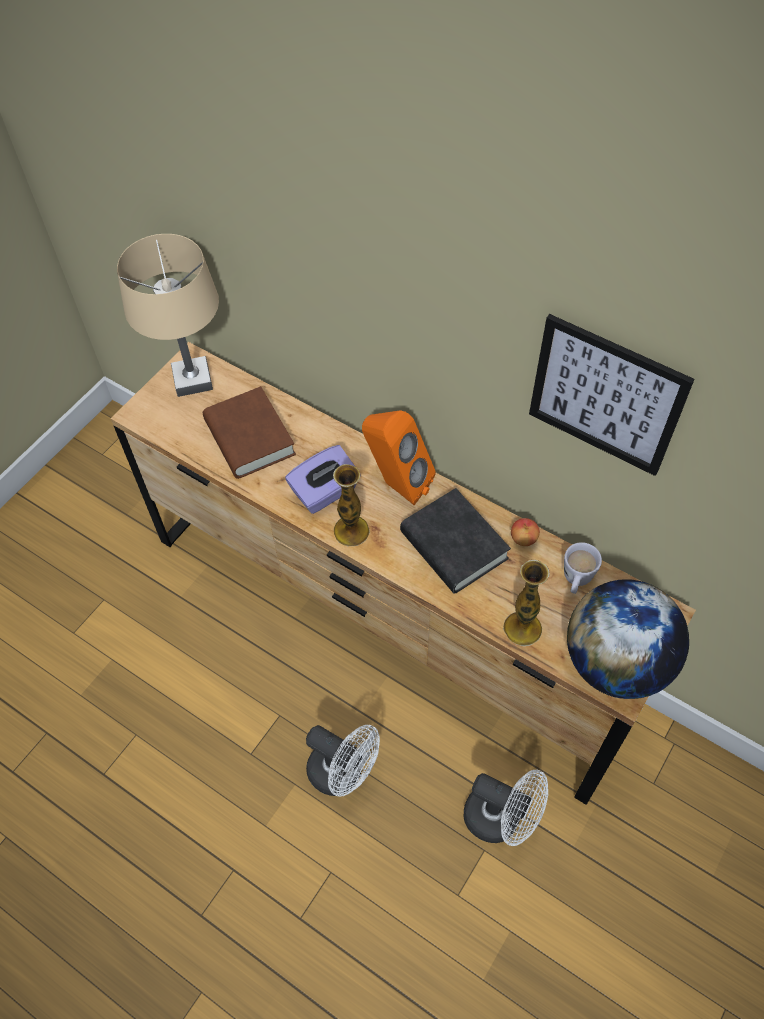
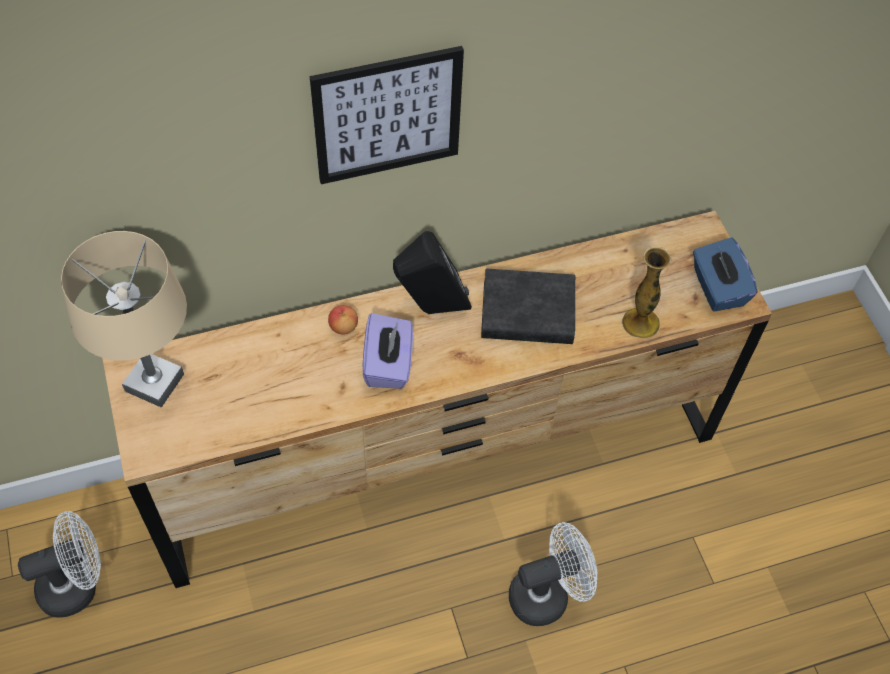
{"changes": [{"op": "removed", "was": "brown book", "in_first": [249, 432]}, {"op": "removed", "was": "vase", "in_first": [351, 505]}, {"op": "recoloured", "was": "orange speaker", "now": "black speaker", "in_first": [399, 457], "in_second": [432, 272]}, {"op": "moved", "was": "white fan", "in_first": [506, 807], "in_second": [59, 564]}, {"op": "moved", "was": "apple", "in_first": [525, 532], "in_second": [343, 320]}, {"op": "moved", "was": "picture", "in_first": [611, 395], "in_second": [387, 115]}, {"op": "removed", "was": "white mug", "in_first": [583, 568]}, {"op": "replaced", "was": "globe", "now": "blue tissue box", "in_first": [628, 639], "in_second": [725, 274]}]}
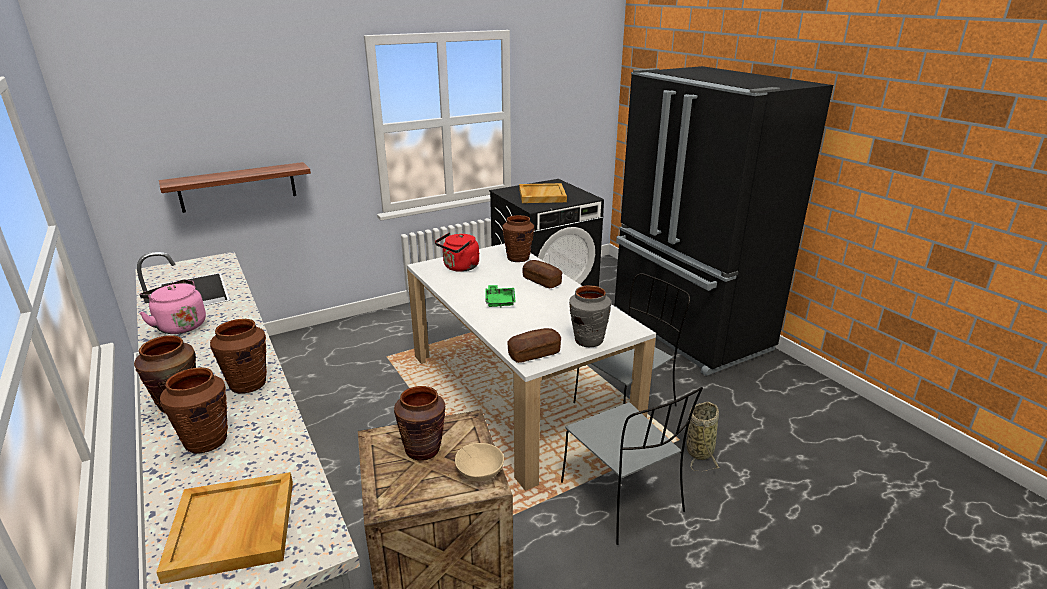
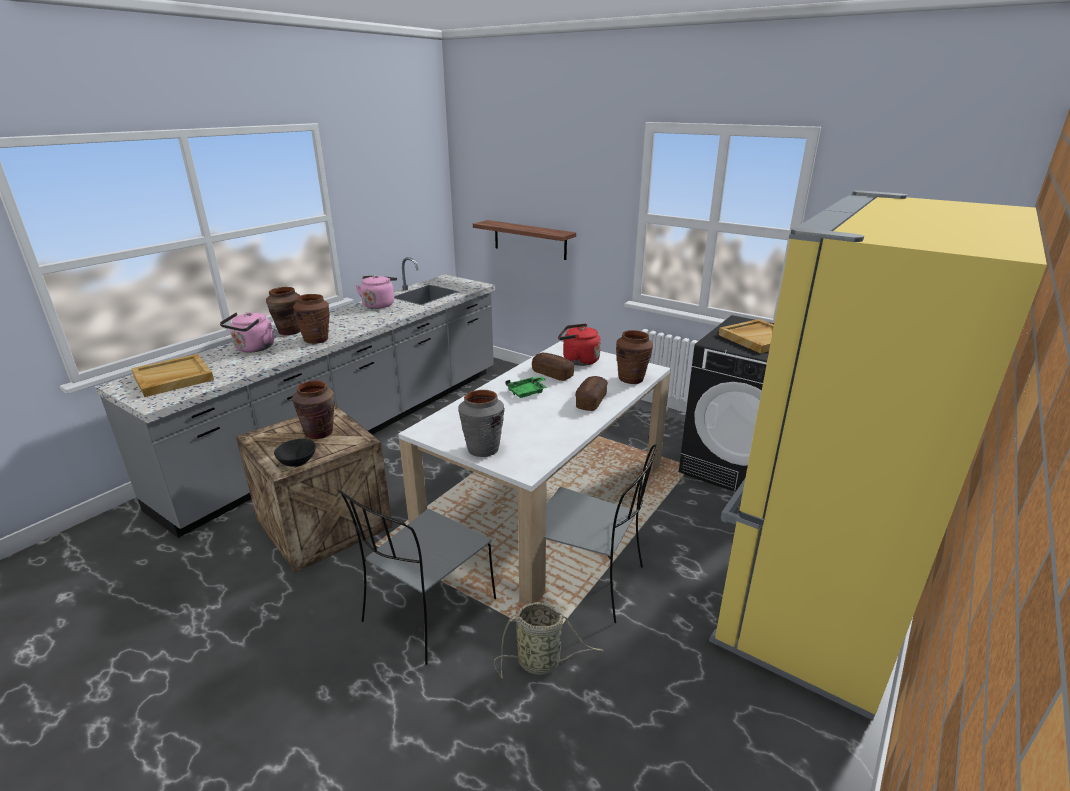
{"changes": [{"op": "replaced", "was": "brown vase", "now": "pink kettle", "in_first": [194, 410], "in_second": [247, 332]}, {"op": "recoloured", "was": "beige bowl", "now": "black bowl", "in_first": [479, 462], "in_second": [295, 453]}, {"op": "moved", "was": "bread", "in_first": [534, 345], "in_second": [553, 367]}, {"op": "recoloured", "was": "black fridge", "now": "yellow fridge", "in_first": [724, 221], "in_second": [878, 455]}]}
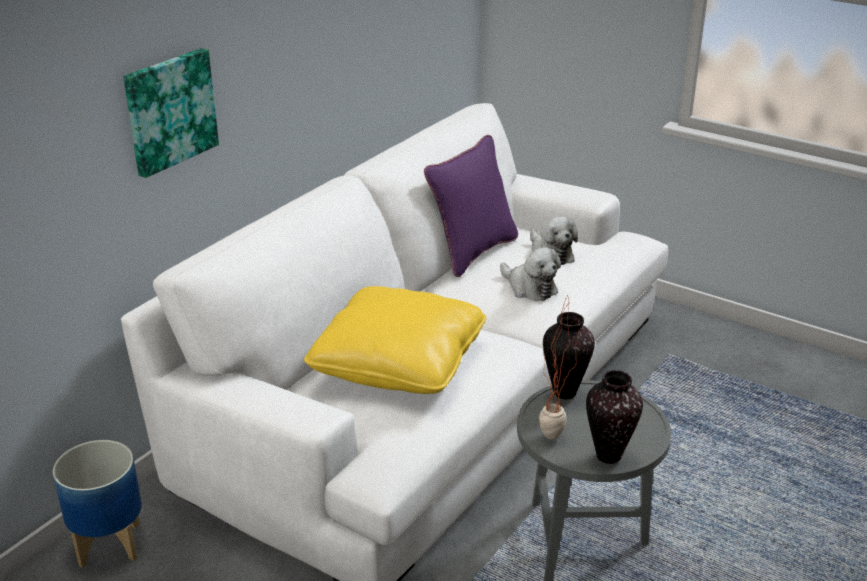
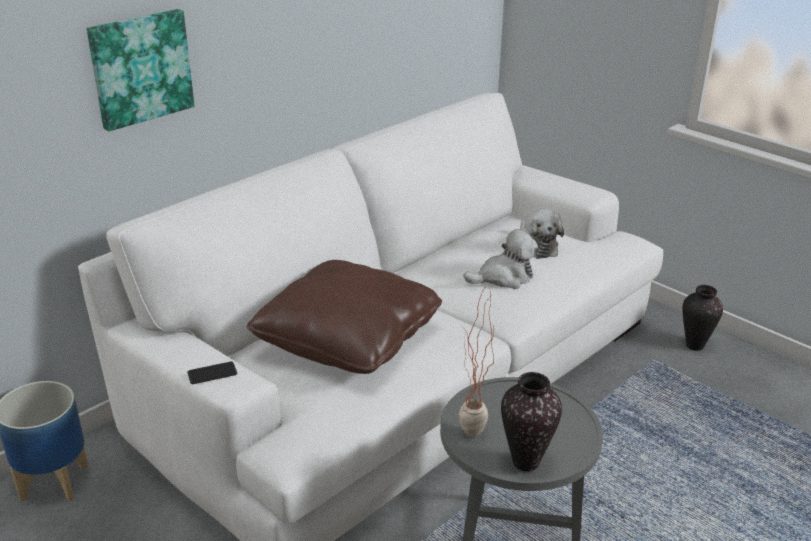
{"changes": [{"op": "recoloured", "was": "yellow pillow", "now": "brown pillow", "in_first": [395, 340], "in_second": [344, 317]}, {"op": "removed", "was": "purple pillow", "in_first": [471, 206]}, {"op": "turned", "was": "plush toy", "in_first": [530, 274], "in_second": [500, 259], "clockwise": -75}, {"op": "moved", "was": "vase", "in_first": [569, 355], "in_second": [702, 318]}, {"op": "added", "now": "phone", "in_second": [212, 373]}]}
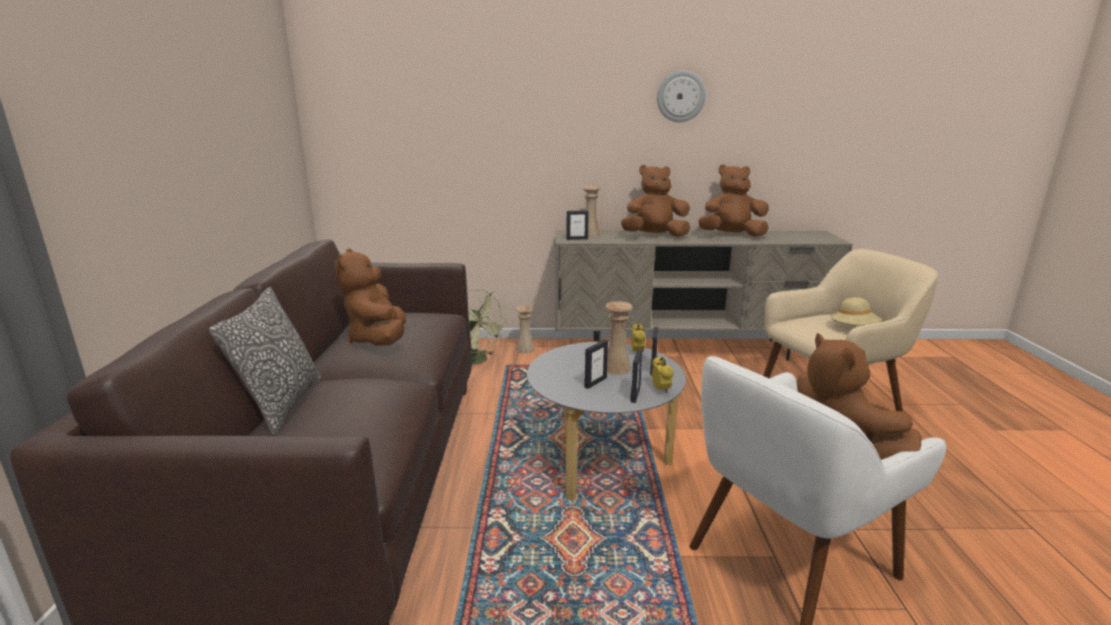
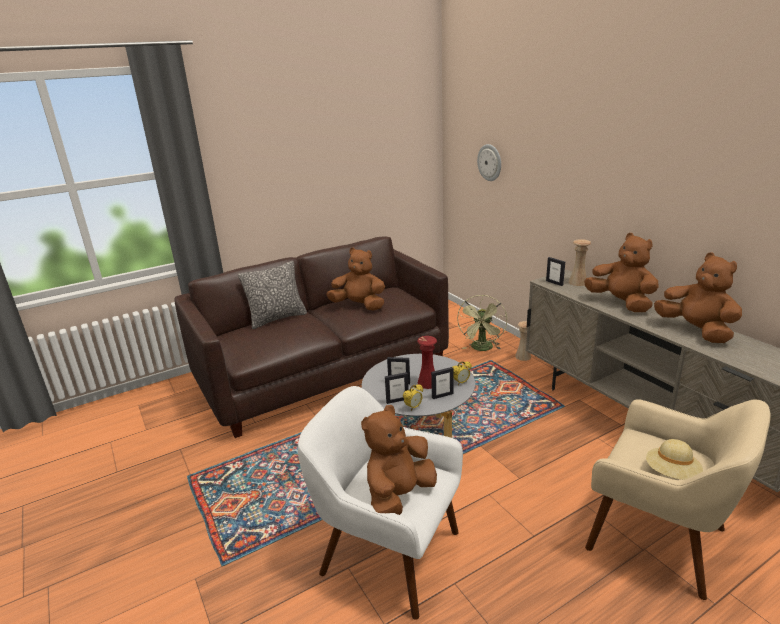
{"changes": [{"op": "turned", "was": "brown plush toy", "in_first": [370, 297], "in_second": [355, 278], "clockwise": 60}, {"op": "recoloured", "was": "beige vase", "now": "red vase", "in_first": [619, 338], "in_second": [427, 362]}, {"op": "moved", "was": "wall clock", "in_first": [681, 96], "in_second": [489, 162]}]}
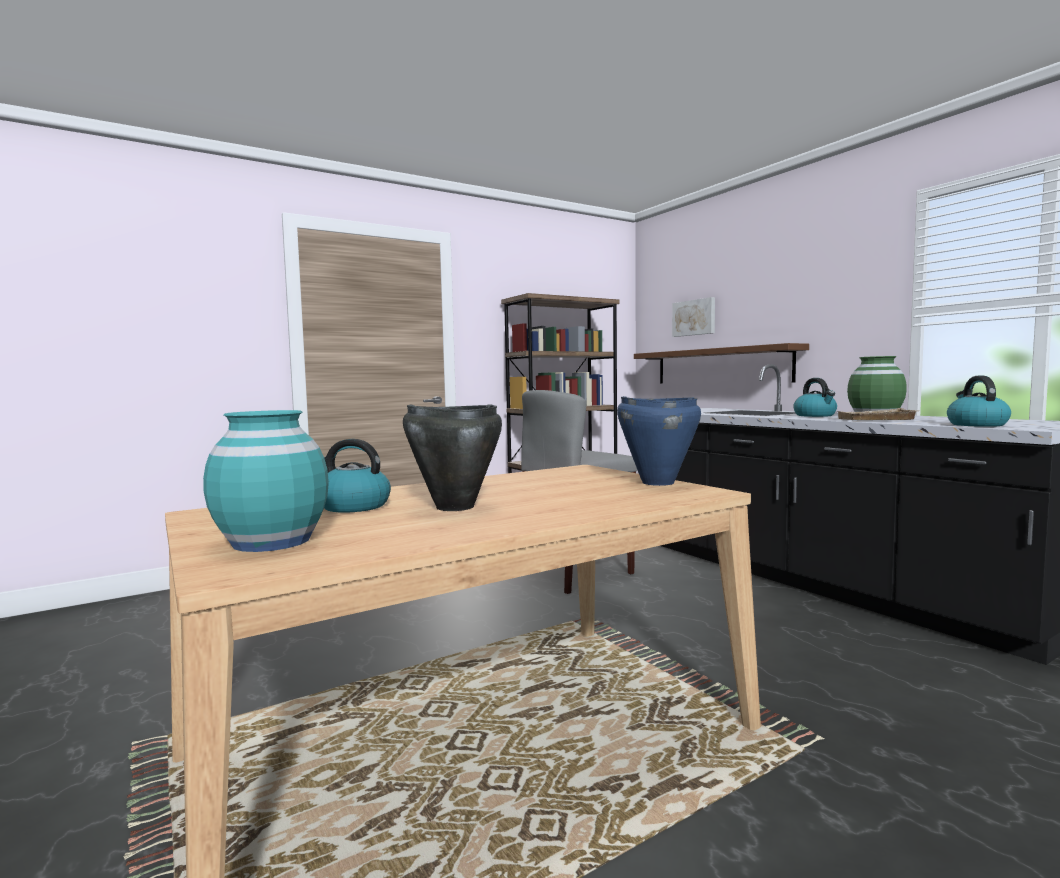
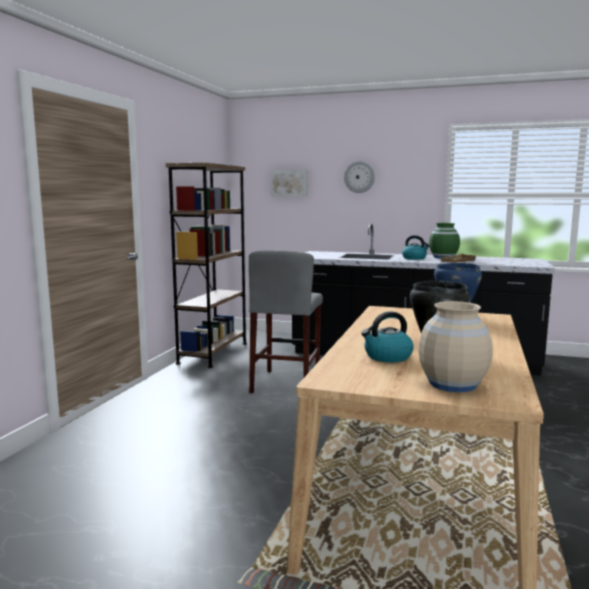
{"changes": [{"op": "recoloured", "was": "turquoise vase", "now": "beige vase", "in_first": [266, 481], "in_second": [456, 346]}, {"op": "removed", "was": "brown shelf", "in_first": [721, 363]}, {"op": "removed", "was": "kettle", "in_first": [979, 401]}, {"op": "added", "now": "wall clock", "in_second": [359, 177]}]}
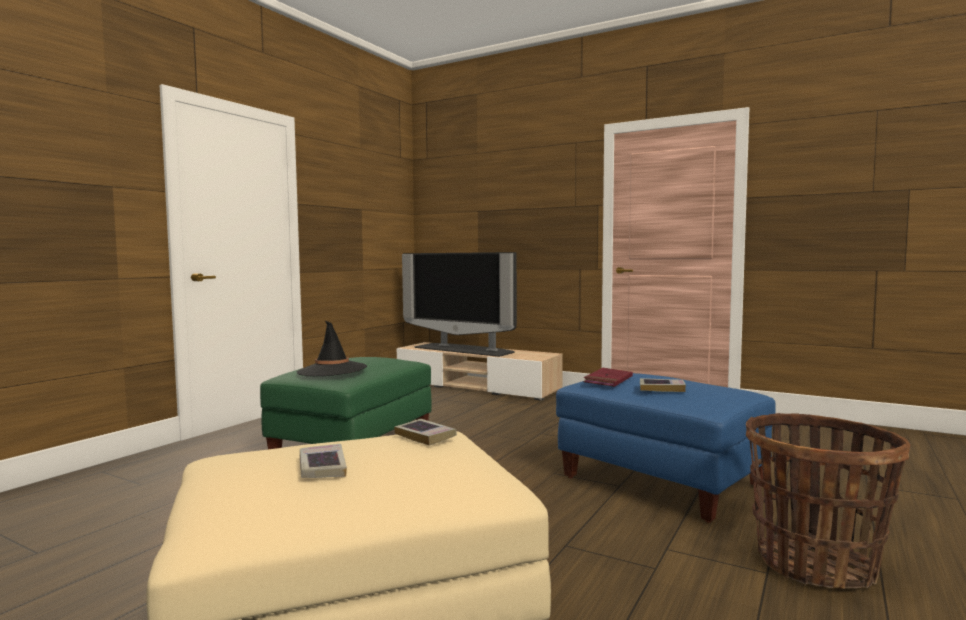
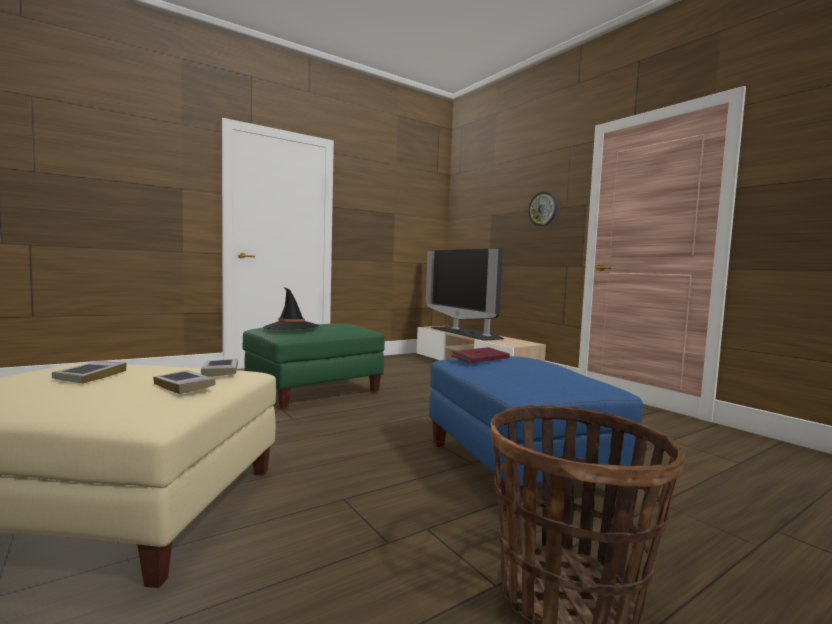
{"changes": [{"op": "moved", "was": "book", "in_first": [663, 385], "in_second": [184, 382]}, {"op": "added", "now": "wall clock", "in_second": [542, 209]}]}
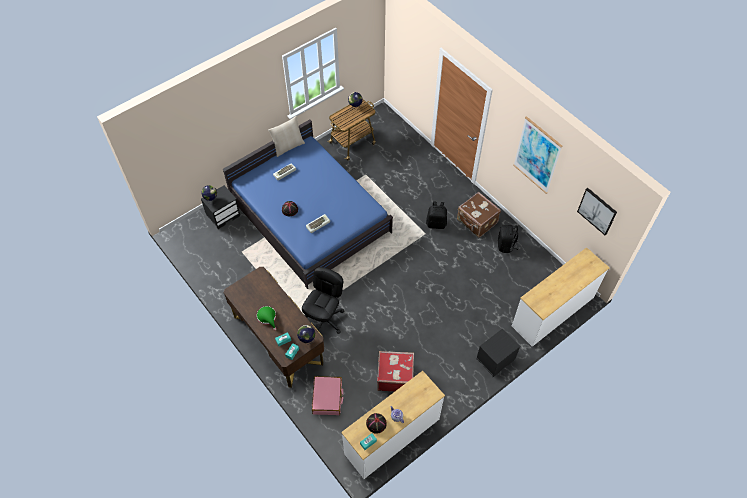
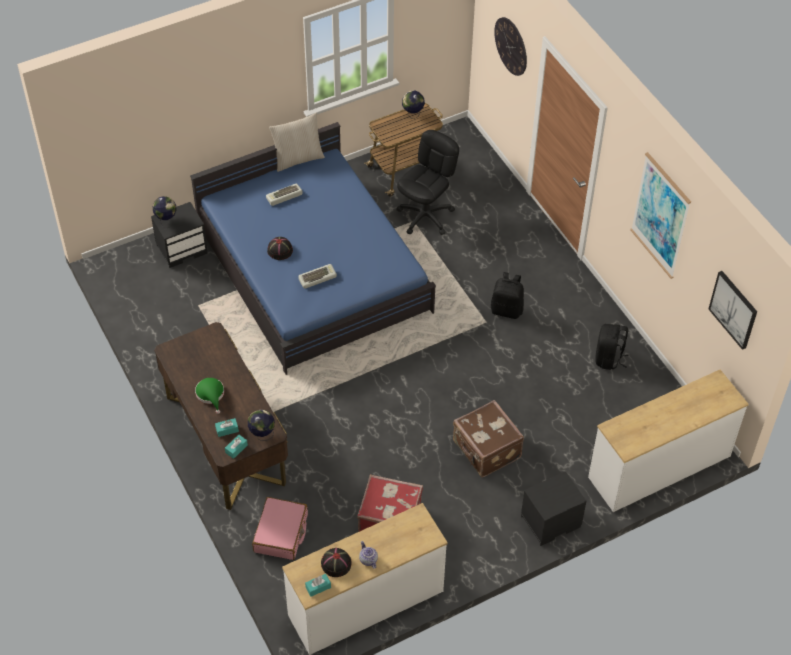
{"changes": [{"op": "moved", "was": "black office chair", "in_first": [323, 300], "in_second": [427, 182]}, {"op": "moved", "was": "brown suitcase", "in_first": [479, 214], "in_second": [488, 438]}, {"op": "added", "now": "wall clock", "in_second": [510, 46]}]}
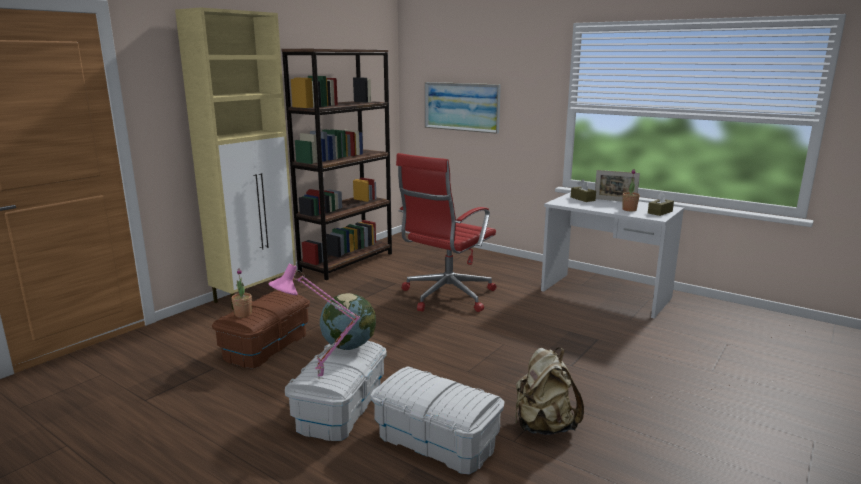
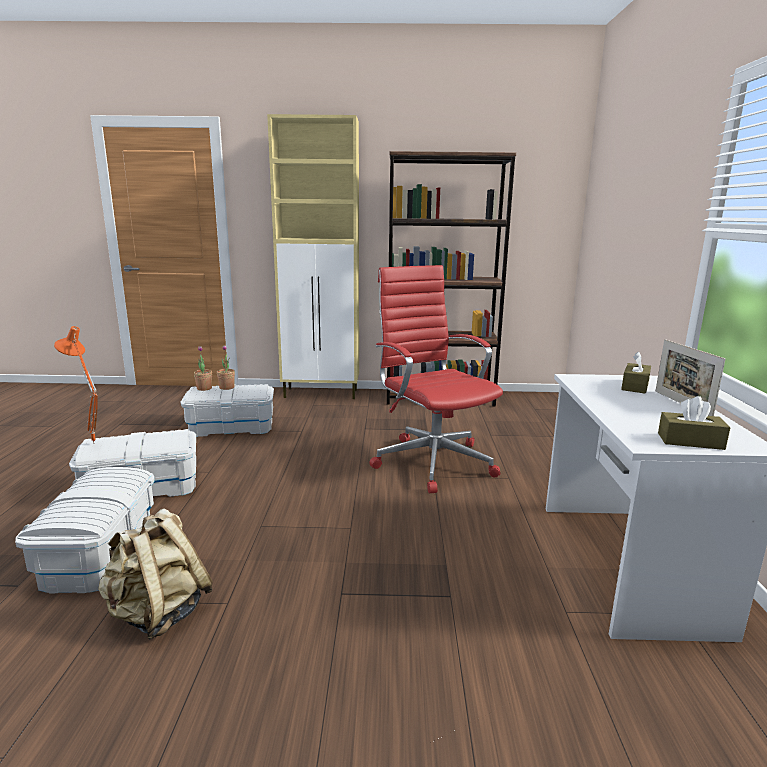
{"changes": [{"op": "recoloured", "was": "brown storage box", "now": "white storage box", "in_first": [261, 329], "in_second": [227, 410]}, {"op": "recoloured", "was": "pink table lamp", "now": "orange table lamp", "in_first": [314, 321], "in_second": [76, 385]}, {"op": "removed", "was": "globe", "in_first": [348, 321]}, {"op": "turned", "was": "red office chair", "in_first": [446, 232], "in_second": [436, 379], "clockwise": 60}, {"op": "removed", "was": "picture", "in_first": [463, 108]}, {"op": "moved", "was": "potted plant", "in_first": [631, 190], "in_second": [226, 367]}]}
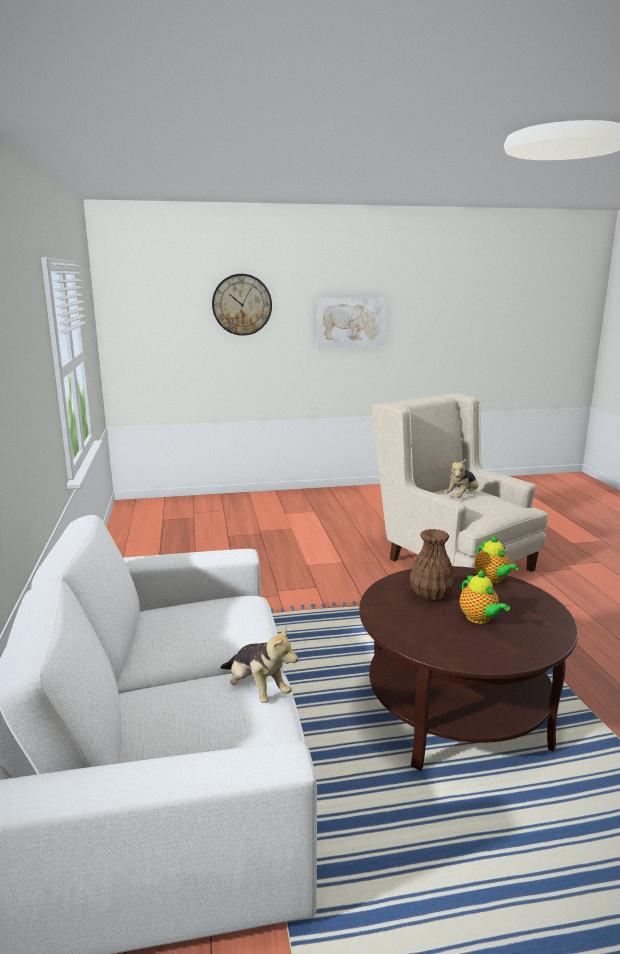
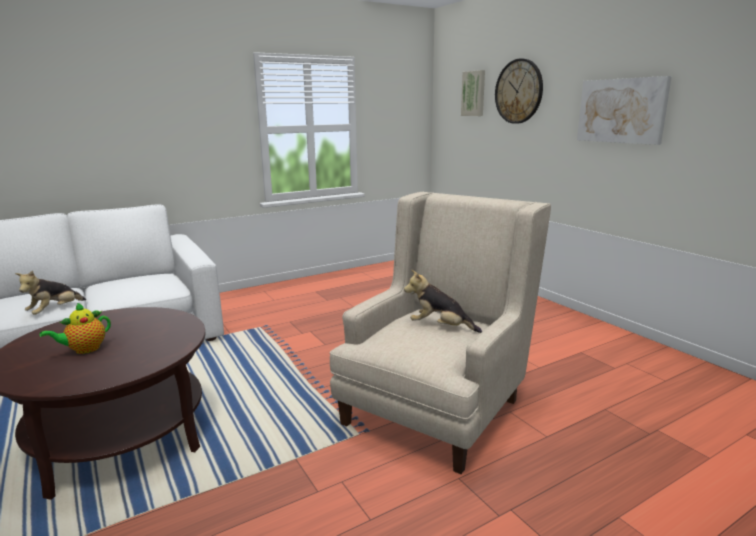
{"changes": [{"op": "removed", "was": "brown vase", "in_first": [432, 564]}, {"op": "removed", "was": "teapot", "in_first": [497, 559]}, {"op": "added", "now": "picture", "in_second": [473, 93]}]}
